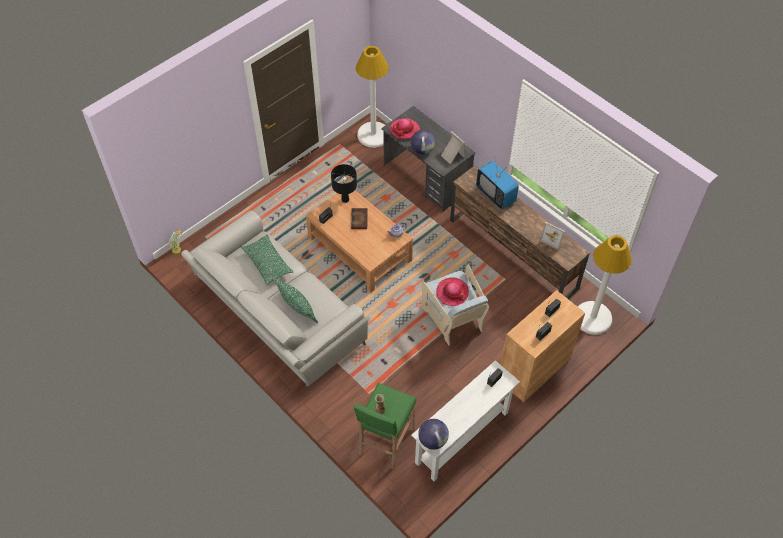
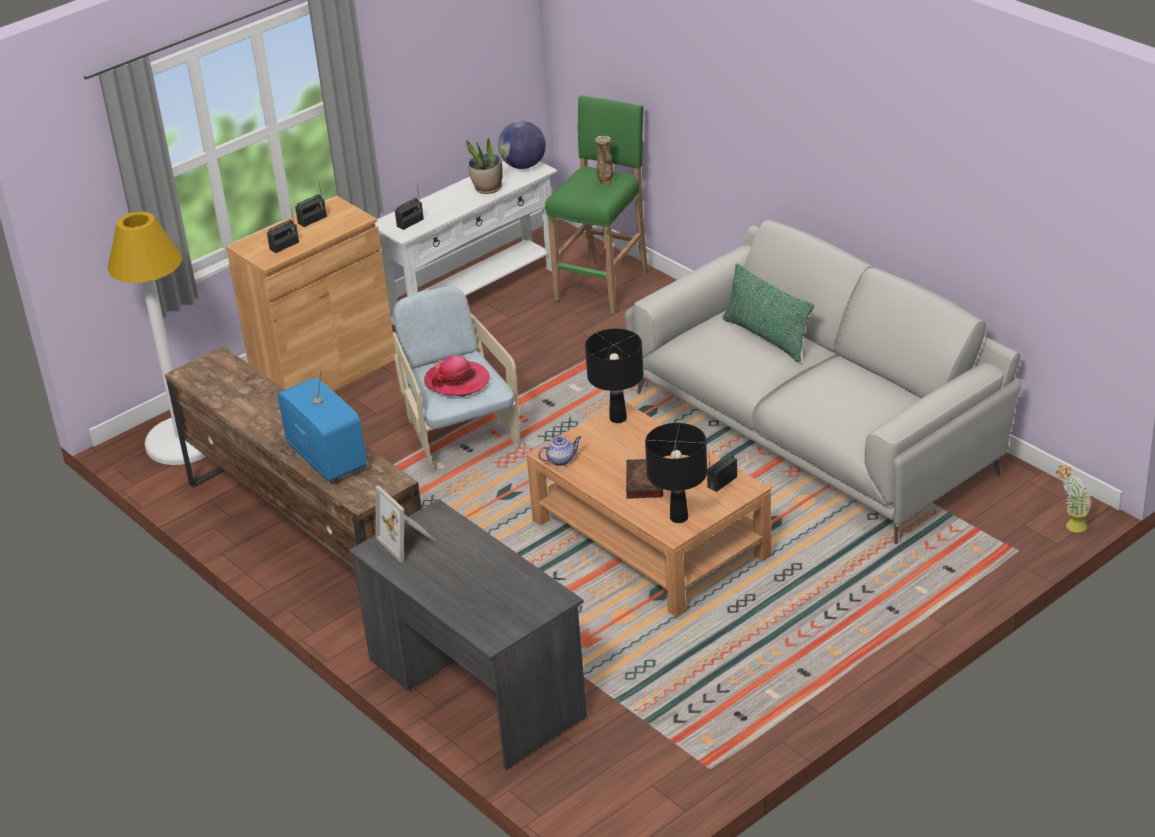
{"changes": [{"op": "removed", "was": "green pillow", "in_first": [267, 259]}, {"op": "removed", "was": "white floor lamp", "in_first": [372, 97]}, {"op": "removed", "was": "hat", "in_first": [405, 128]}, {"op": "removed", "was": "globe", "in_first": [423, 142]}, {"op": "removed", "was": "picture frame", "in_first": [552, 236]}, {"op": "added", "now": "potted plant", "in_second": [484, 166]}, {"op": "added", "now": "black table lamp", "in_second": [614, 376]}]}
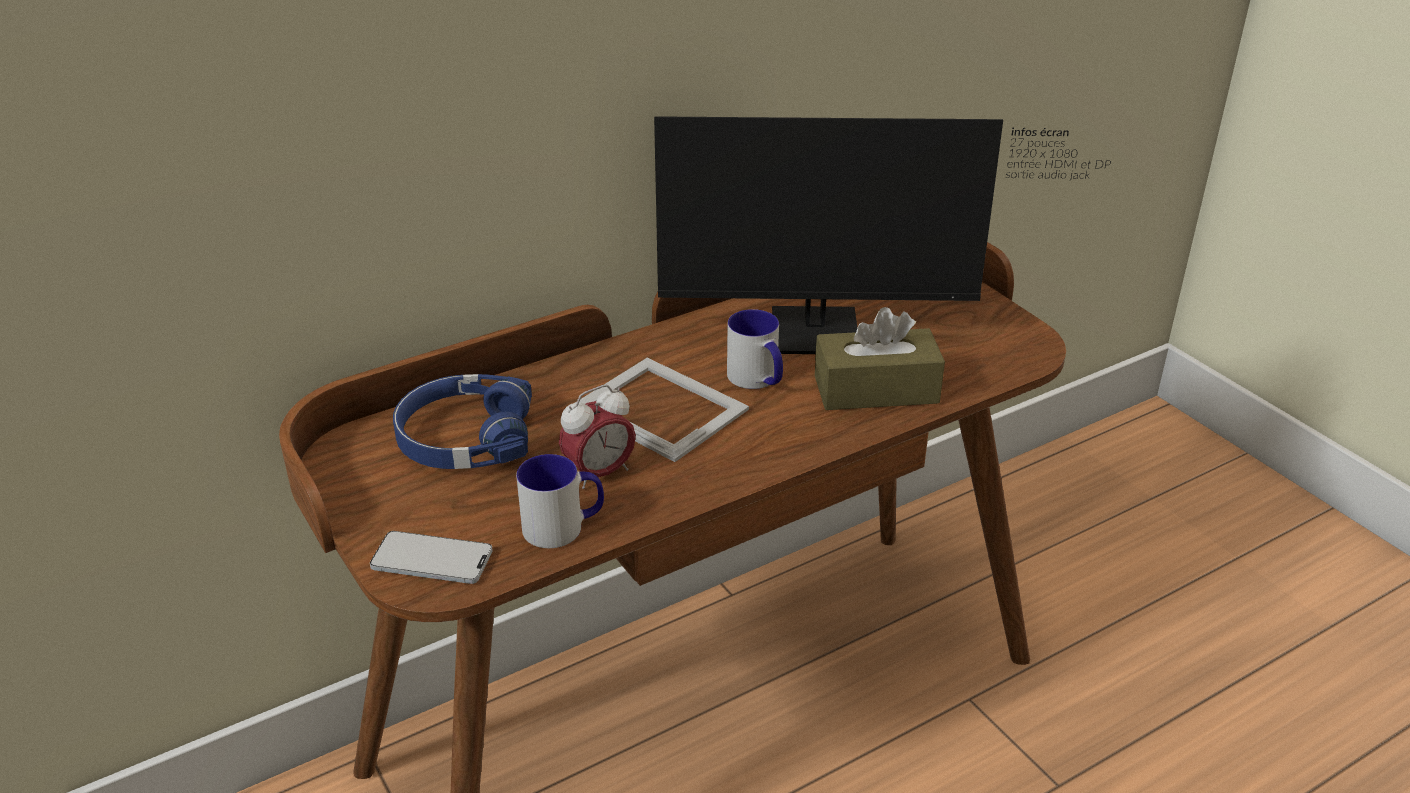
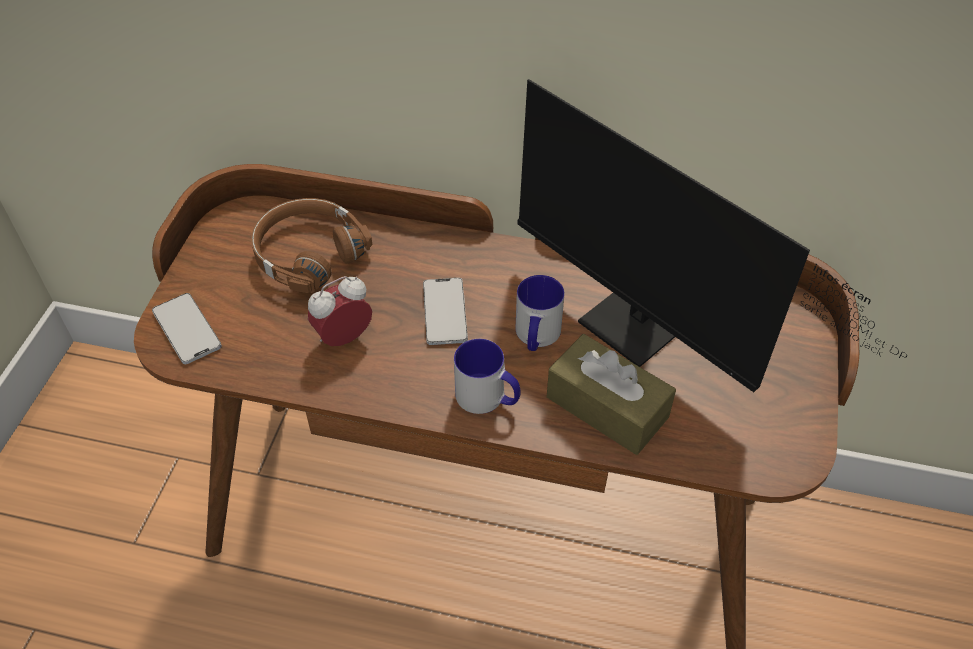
{"changes": [{"op": "recoloured", "was": "blue headphones", "now": "brown headphones", "in_first": [462, 421], "in_second": [311, 245]}, {"op": "moved", "was": "mug", "in_first": [560, 501], "in_second": [487, 376]}, {"op": "turned", "was": "alarm clock", "in_first": [597, 437], "in_second": [340, 311], "clockwise": 135}, {"op": "replaced", "was": "picture frame", "now": "phone", "in_first": [662, 410], "in_second": [445, 311]}]}
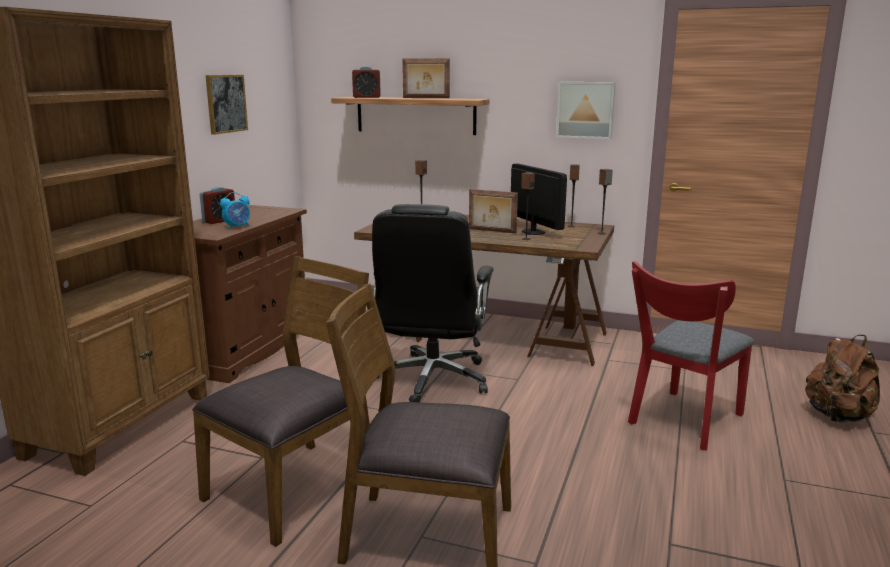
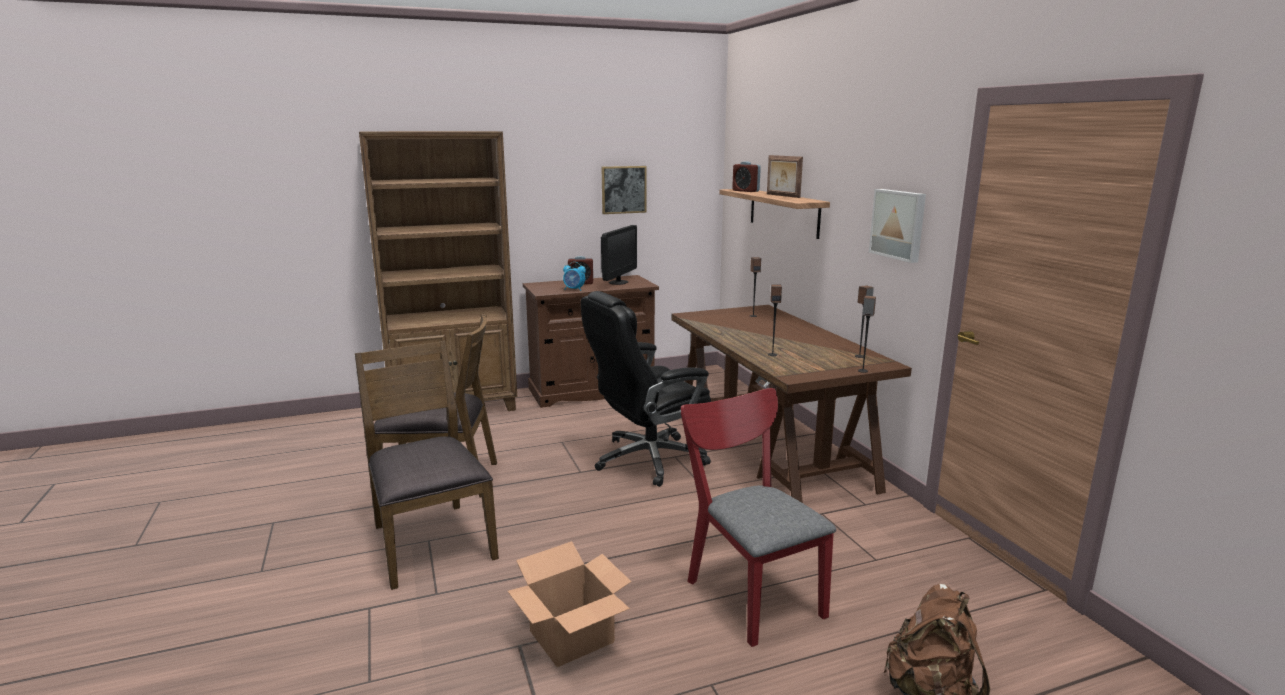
{"changes": [{"op": "removed", "was": "picture frame", "in_first": [493, 211]}, {"op": "moved", "was": "monitor", "in_first": [539, 199], "in_second": [619, 255]}, {"op": "turned", "was": "red chair", "in_first": [691, 356], "in_second": [758, 517], "clockwise": 60}, {"op": "added", "now": "cardboard box", "in_second": [569, 604]}]}
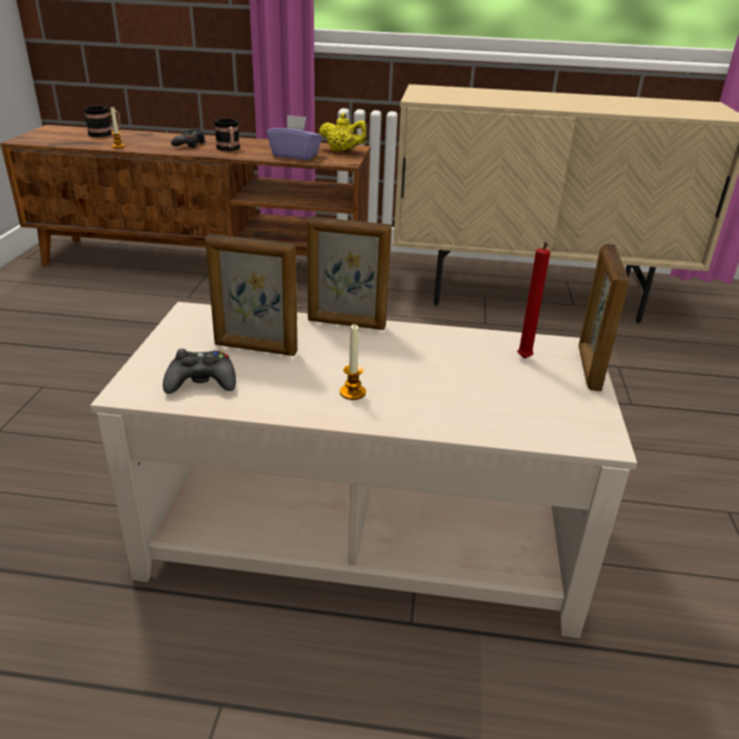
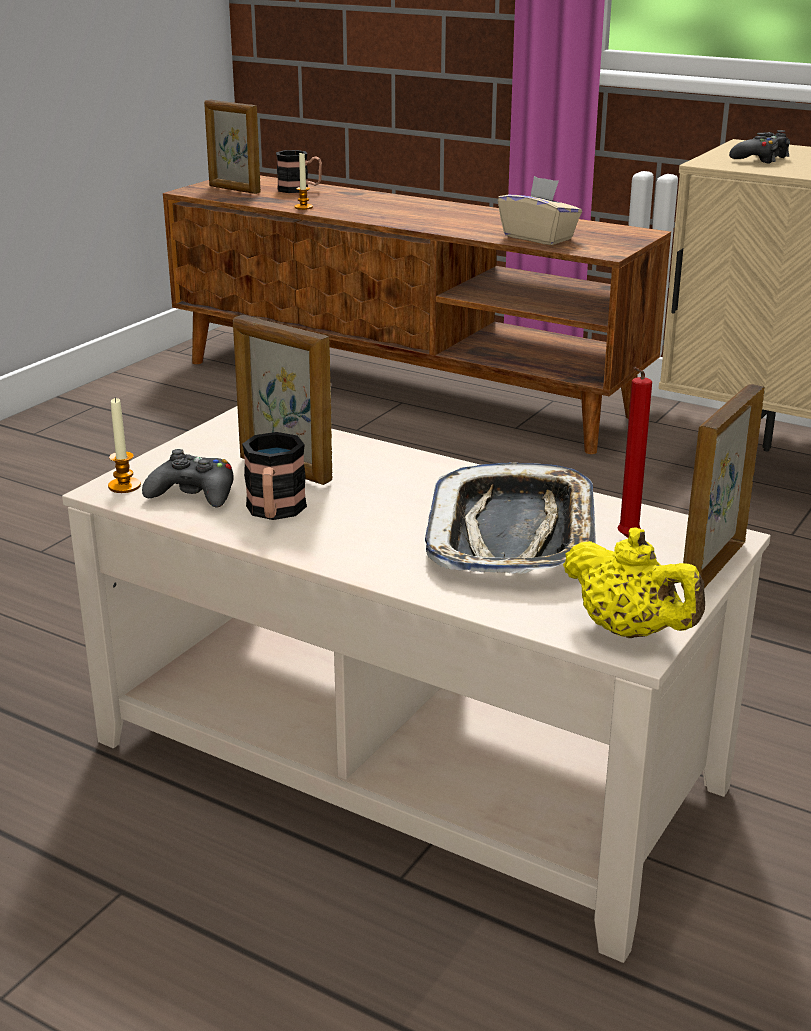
{"changes": [{"op": "moved", "was": "black game controller", "in_first": [188, 138], "in_second": [759, 147]}, {"op": "moved", "was": "mug", "in_first": [227, 134], "in_second": [274, 476]}, {"op": "recoloured", "was": "purple tissue box", "now": "beige tissue box", "in_first": [294, 137], "in_second": [540, 210]}, {"op": "moved", "was": "picture frame", "in_first": [349, 273], "in_second": [232, 147]}, {"op": "moved", "was": "yellow teapot", "in_first": [343, 132], "in_second": [634, 582]}, {"op": "moved", "was": "candle", "in_first": [353, 362], "in_second": [124, 445]}, {"op": "added", "now": "tray", "in_second": [510, 518]}]}
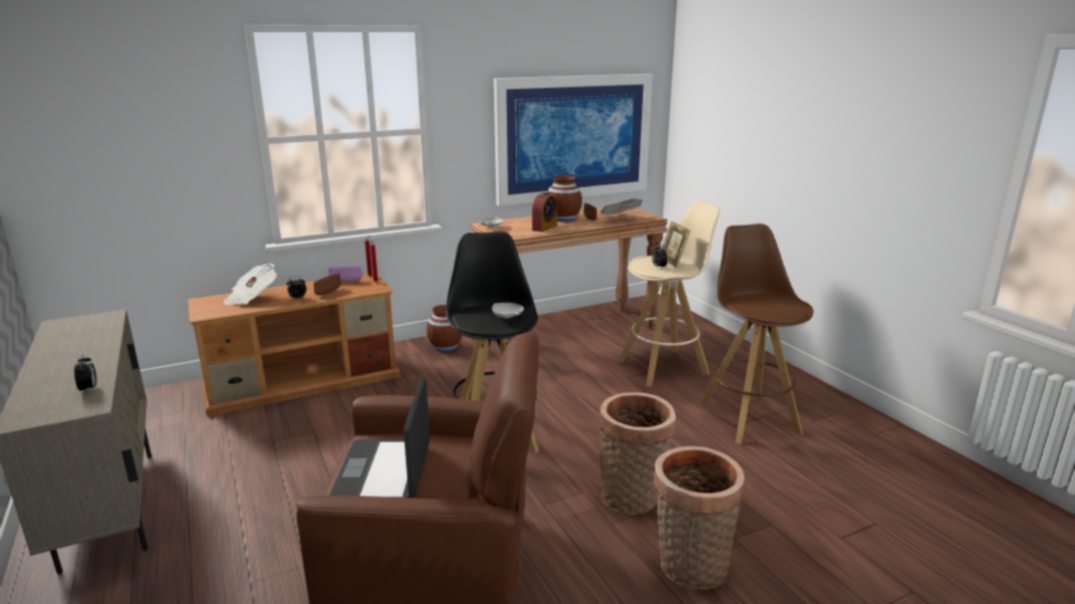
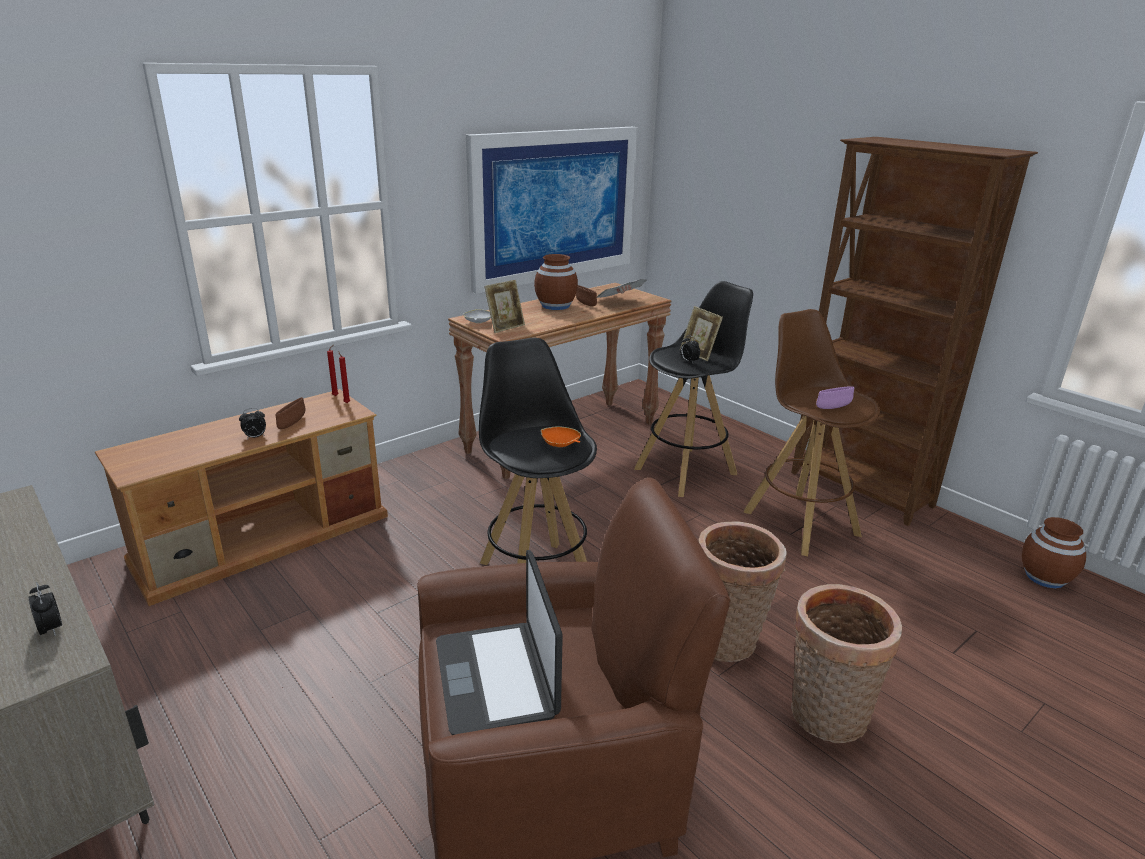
{"changes": [{"op": "removed", "was": "newspaper", "in_first": [250, 284]}, {"op": "moved", "was": "purple bowl", "in_first": [345, 274], "in_second": [835, 397]}, {"op": "moved", "was": "brown vase", "in_first": [444, 328], "in_second": [1054, 552]}, {"op": "recoloured", "was": "white bowl", "now": "orange bowl", "in_first": [508, 310], "in_second": [561, 436]}, {"op": "removed", "was": "alarm clock", "in_first": [544, 212]}, {"op": "recoloured", "was": "beige stool", "now": "black stool", "in_first": [669, 294], "in_second": [693, 389]}, {"op": "added", "now": "picture frame", "in_second": [504, 306]}, {"op": "added", "now": "brown bookcase", "in_second": [914, 331]}]}
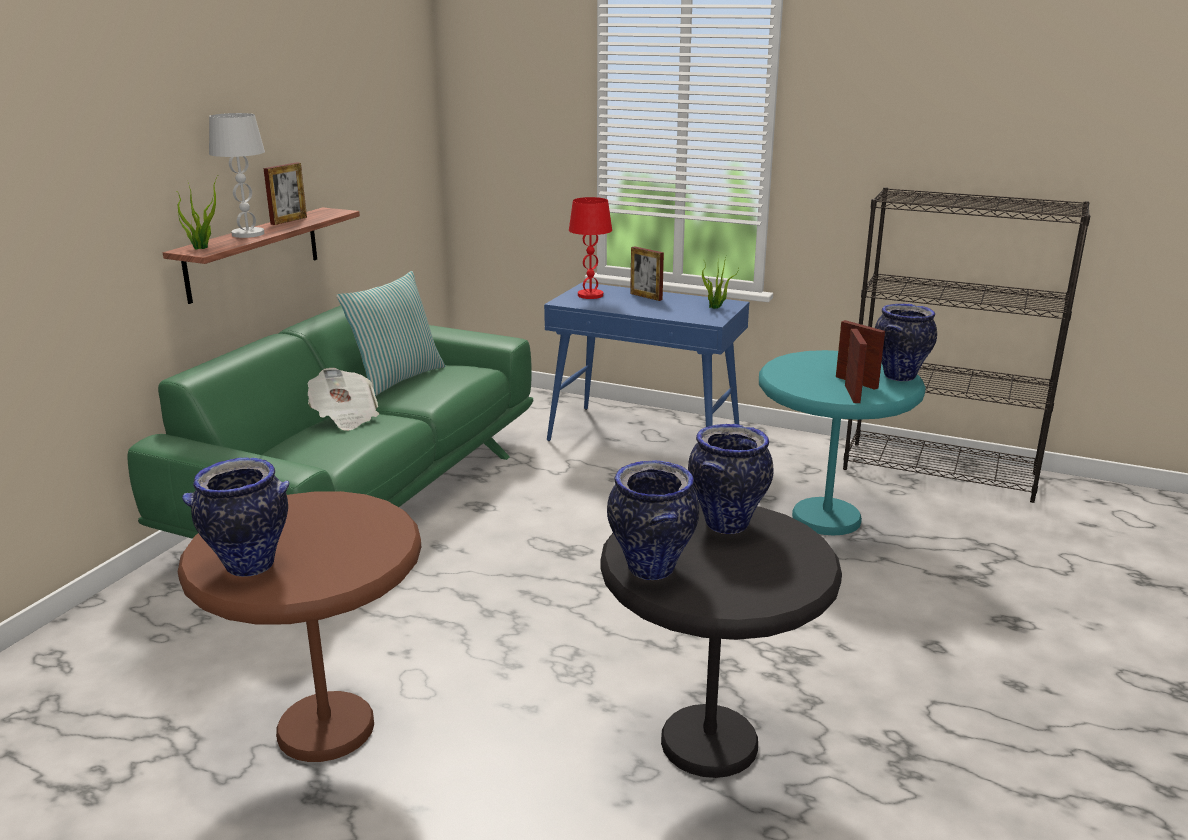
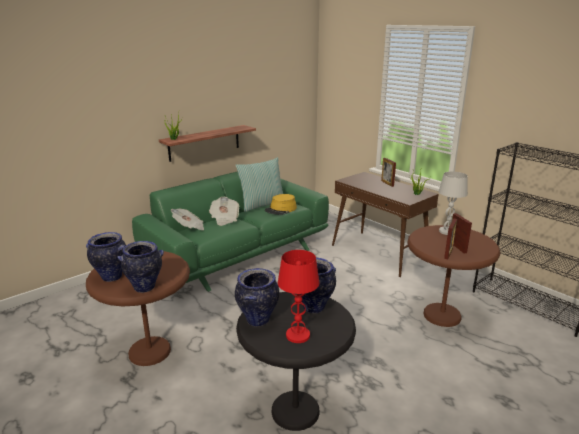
{"changes": [{"op": "moved", "was": "white table lamp", "in_first": [237, 175], "in_second": [453, 203]}, {"op": "removed", "was": "picture frame", "in_first": [285, 193]}, {"op": "recoloured", "was": "blue console table", "now": "brown console table", "in_first": [646, 361], "in_second": [385, 224]}, {"op": "moved", "was": "red table lamp", "in_first": [590, 248], "in_second": [298, 296]}, {"op": "recoloured", "was": "turquoise side table", "now": "brown side table", "in_first": [842, 443], "in_second": [453, 276]}, {"op": "moved", "was": "vase", "in_first": [906, 342], "in_second": [140, 267]}, {"op": "added", "now": "newspaper", "in_second": [187, 219]}, {"op": "added", "now": "yellow hat", "in_second": [281, 204]}]}
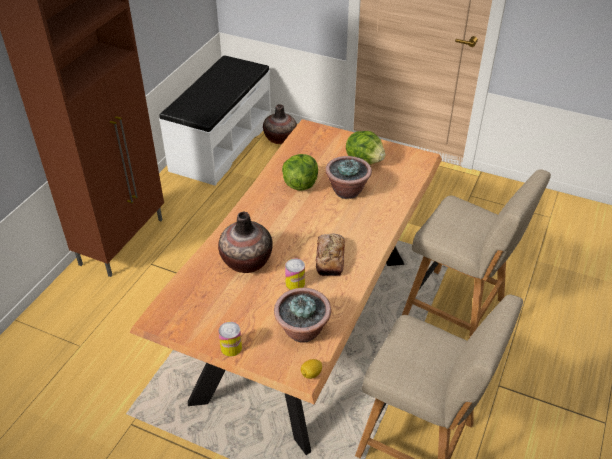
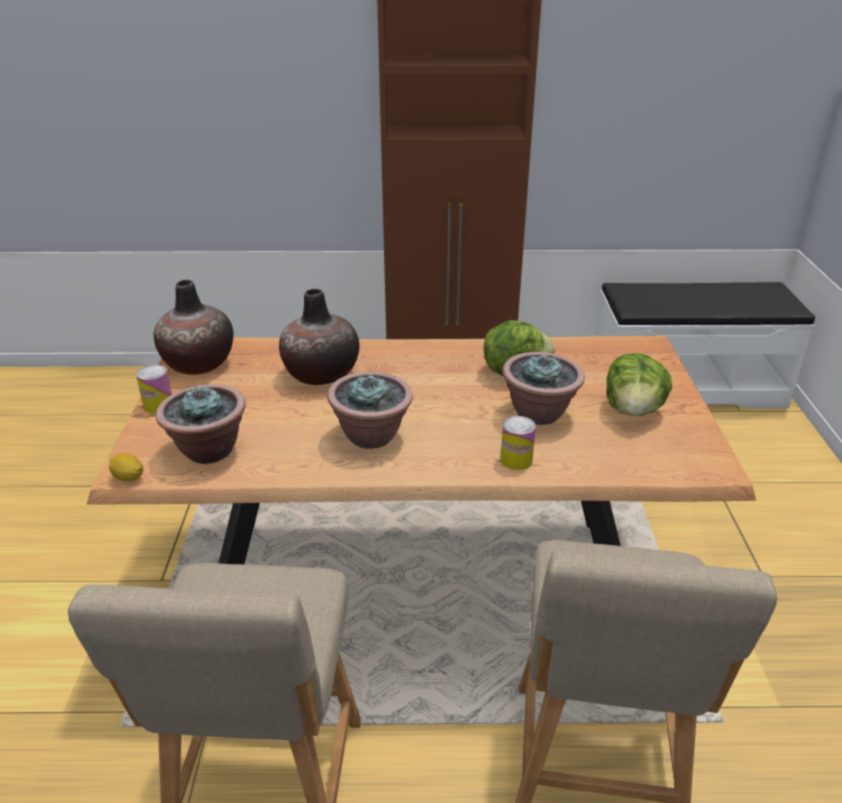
{"changes": [{"op": "moved", "was": "vase", "in_first": [280, 124], "in_second": [194, 327]}, {"op": "moved", "was": "can", "in_first": [295, 274], "in_second": [518, 443]}, {"op": "replaced", "was": "bread", "now": "potted plant", "in_first": [330, 254], "in_second": [370, 410]}]}
